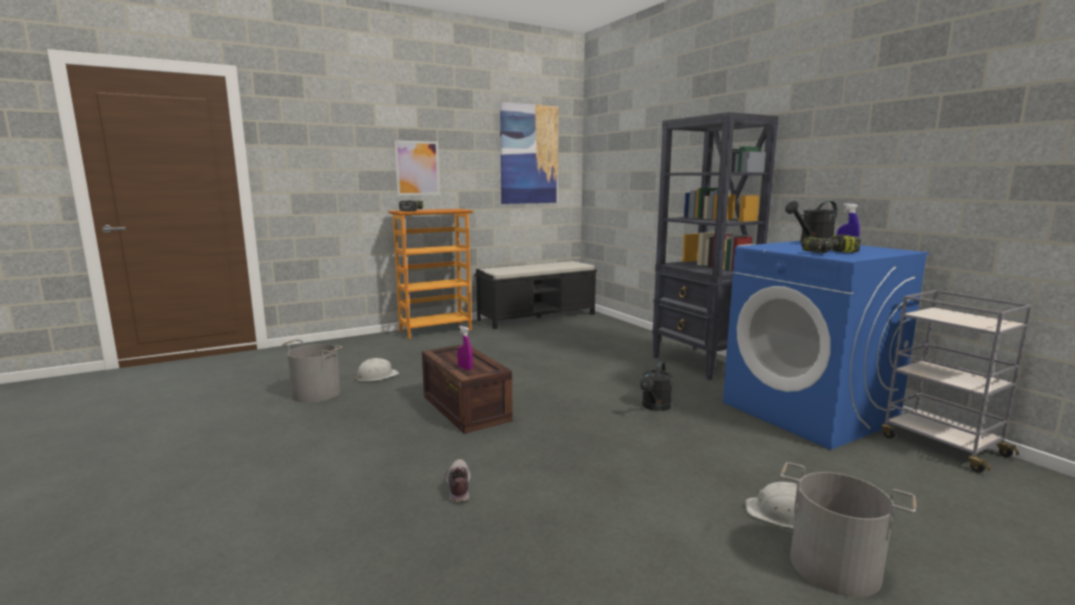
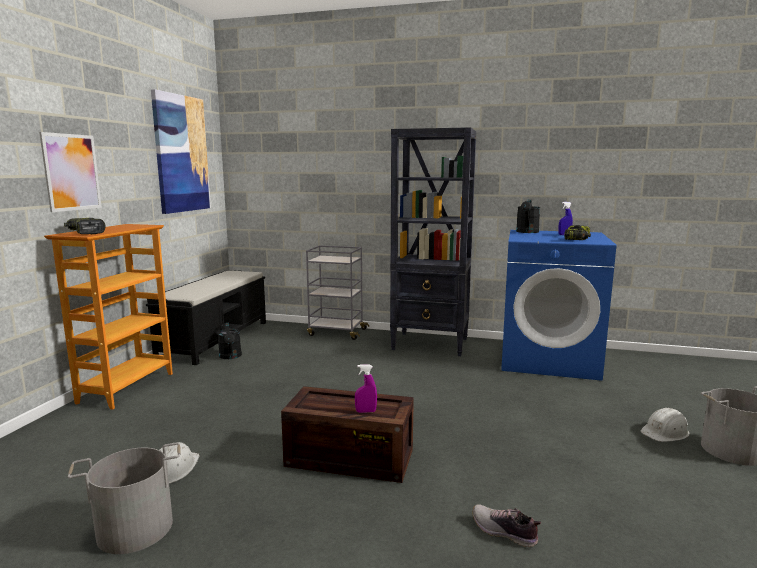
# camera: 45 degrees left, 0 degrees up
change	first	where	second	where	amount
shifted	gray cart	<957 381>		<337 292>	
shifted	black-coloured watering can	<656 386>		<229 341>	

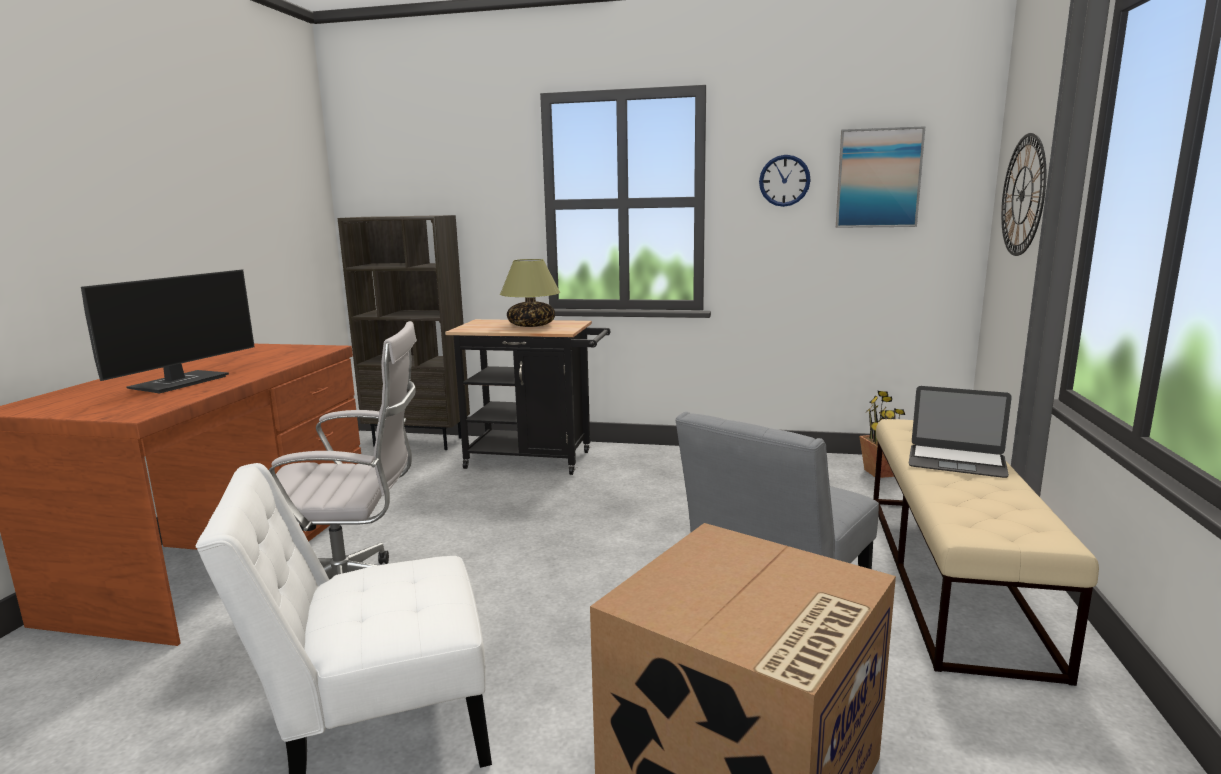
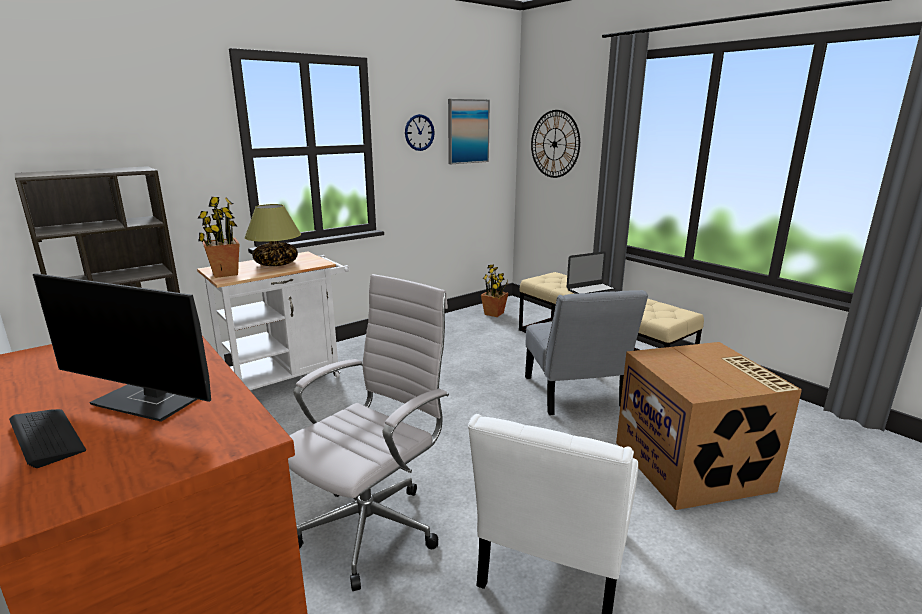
# camera: 50 degrees left, 5 degrees up
change	first	where	second	where	amount
rotated	computer screen	<168 331>		<122 347>	135 degrees clockwise
repainted	black-coloured cart	<527 397>	whitish cart	<273 321>	
new			houseplant	<218 237>	
new			PC keyboard	<47 438>	

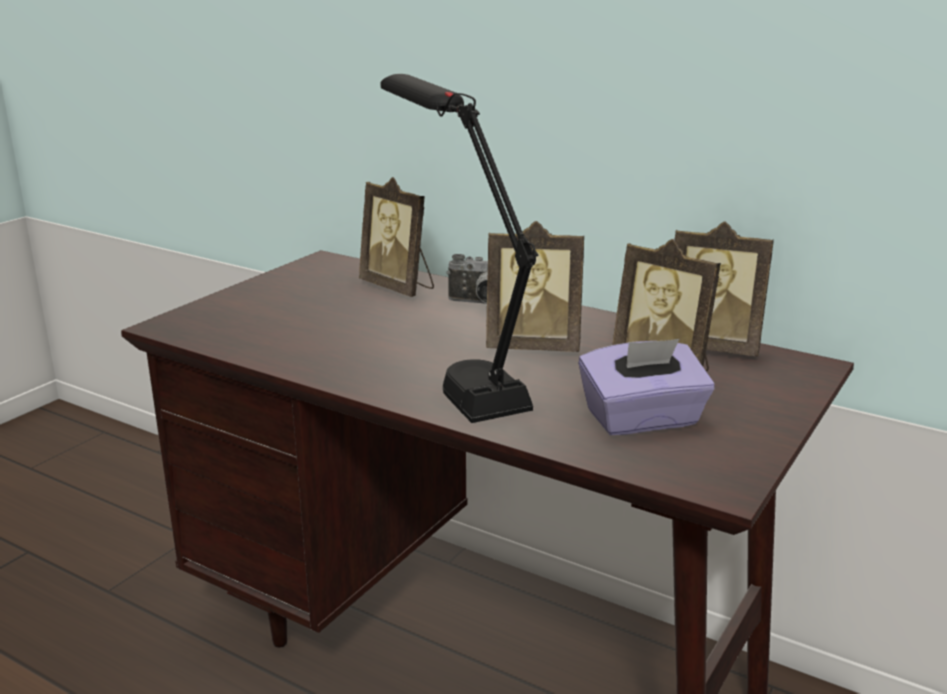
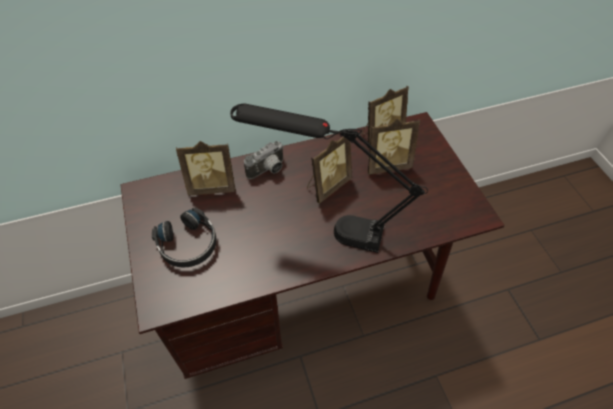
# camera: 50 degrees left, 30 degrees up
change	first	where	second	where	amount
gone	purplish tissue box	<647 387>			
new			black-coloured headset	<184 238>	

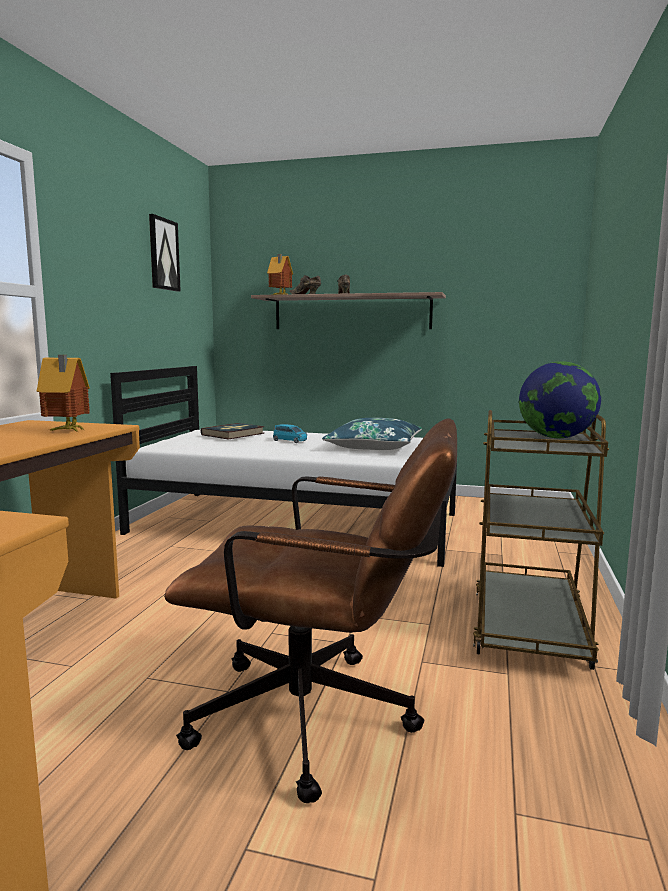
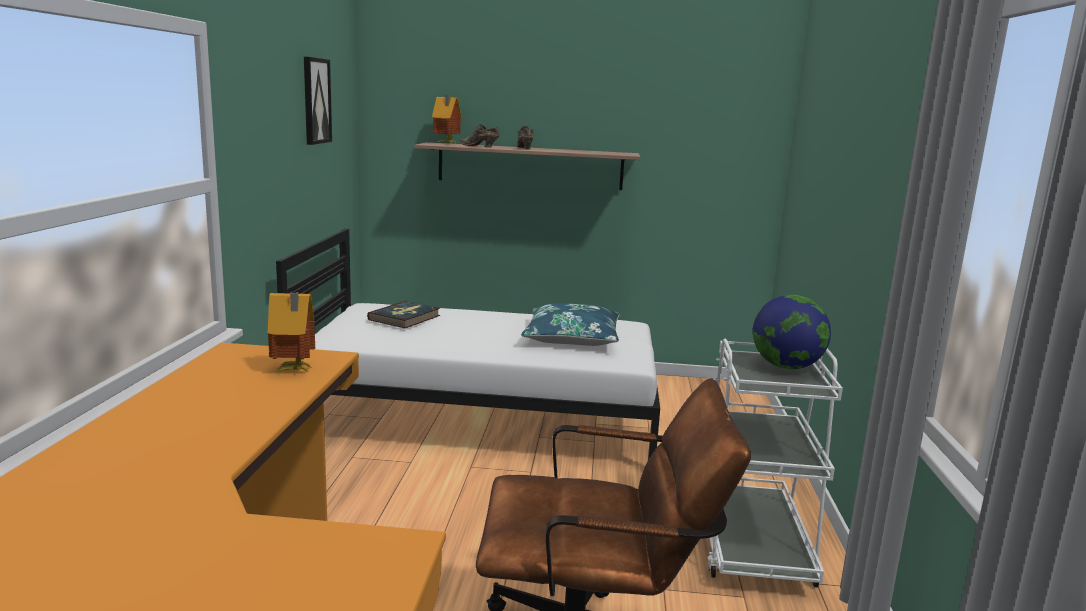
# camera: 10 degrees left, 5 degrees up
change	first	where	second	where	amount
repainted	brown cart	<541 540>	whitish cart	<775 463>	
gone	bluish miniature car	<290 433>			

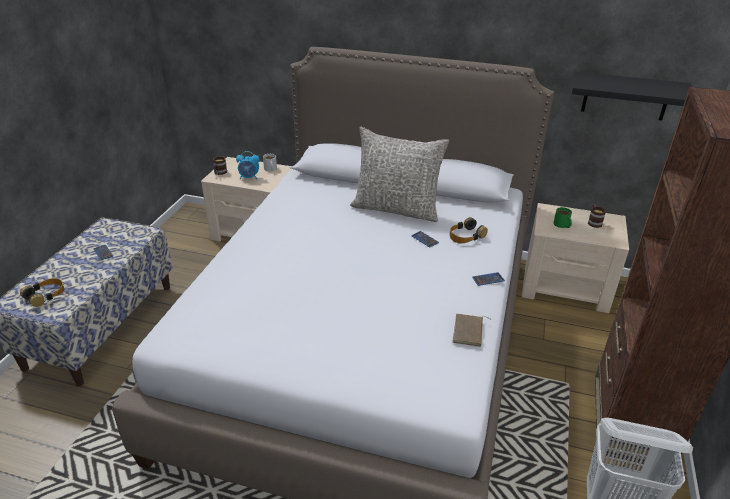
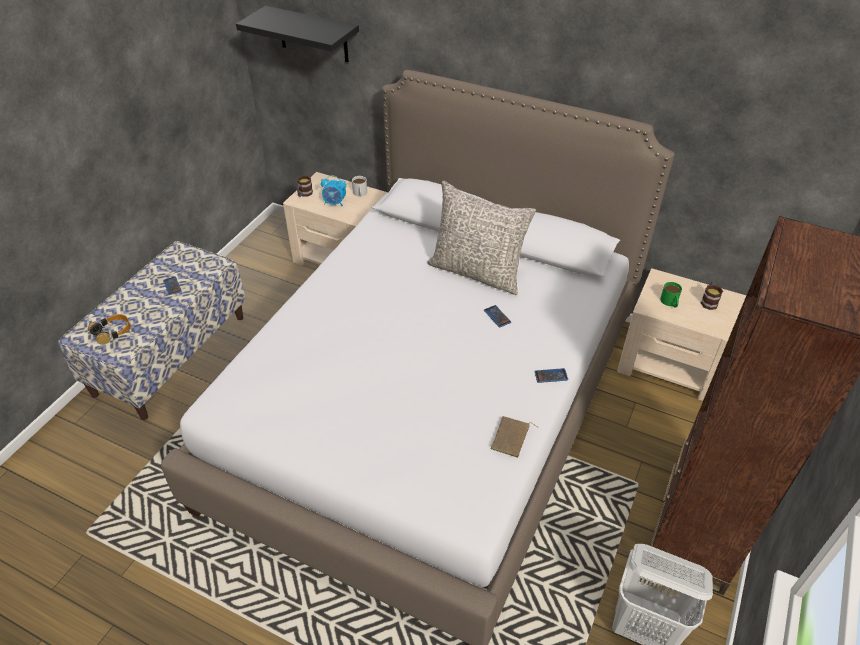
# camera: 10 degrees right, 10 degrees up
change	first	where	second	where	amount
shifted	black-coloured shelf	<632 96>		<297 34>	
gone	headset	<469 230>			

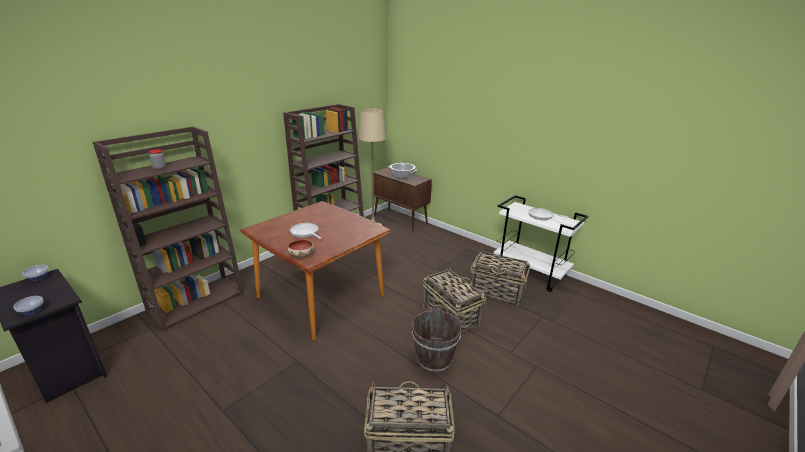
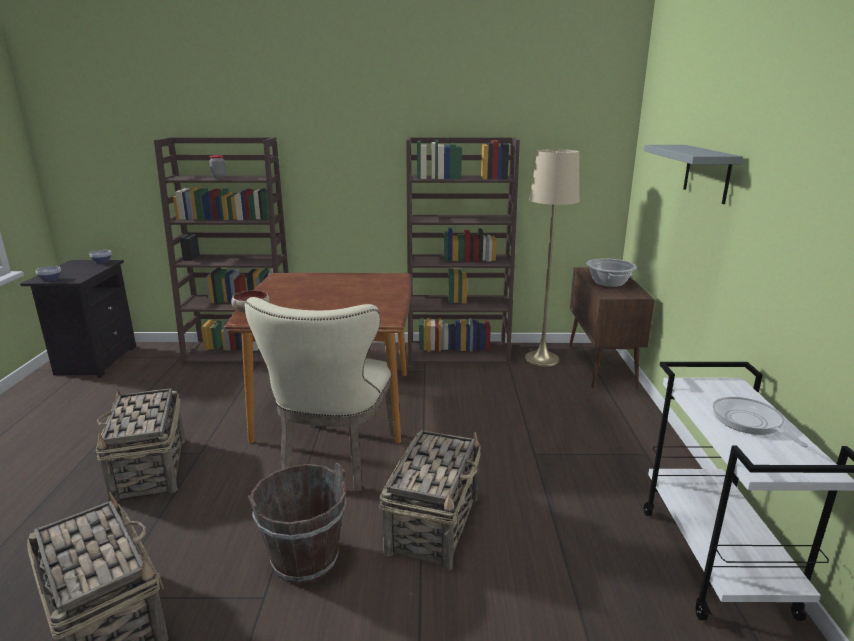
# camera: 50 degrees right, 5 degrees down
change	first	where	second	where	amount
gone	skillet	<305 231>			
shifted	household basket	<500 278>		<140 445>	
new			gray shelf	<693 174>	
new			beige upright chair	<320 394>	

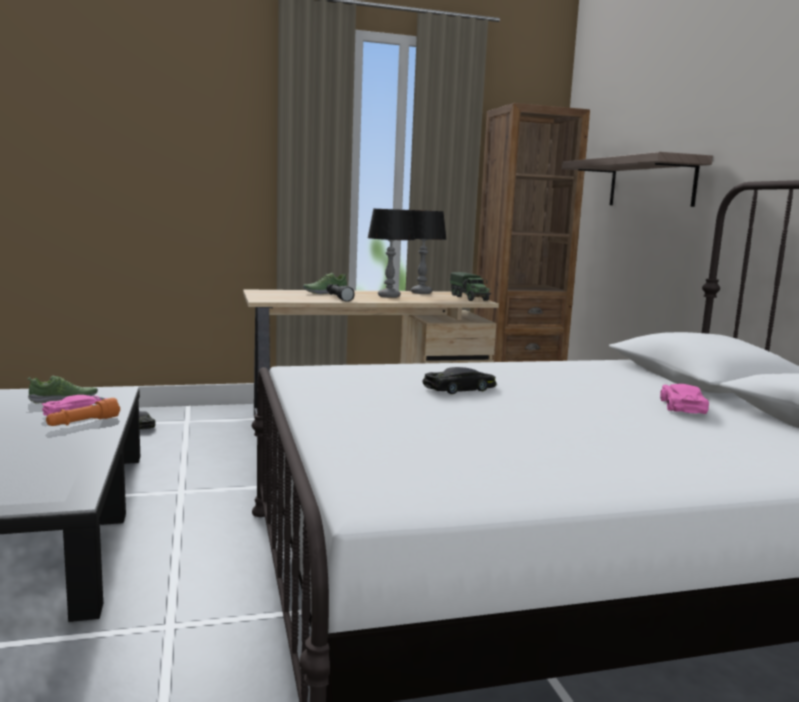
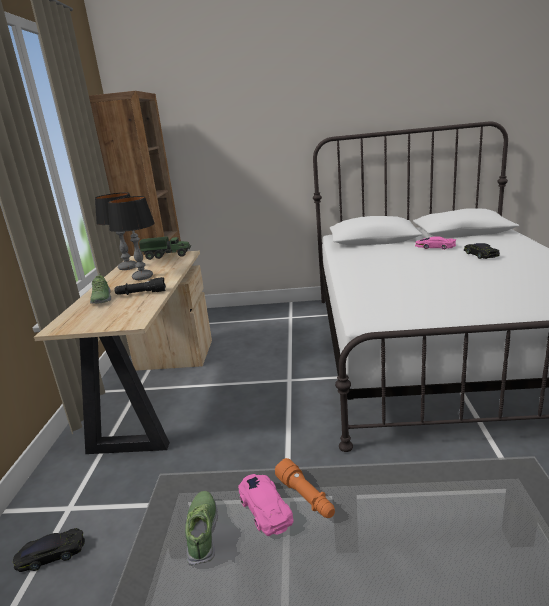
# camera: 70 degrees left, 10 degrees up
change	first	where	second	where	amount
gone	shelf	<637 179>			
shifted	black-coloured miniature car	<459 380>		<482 251>	

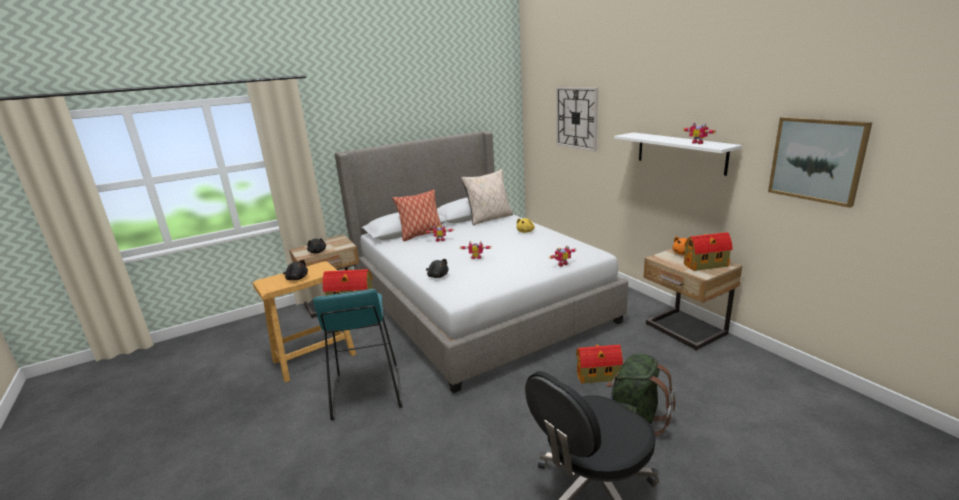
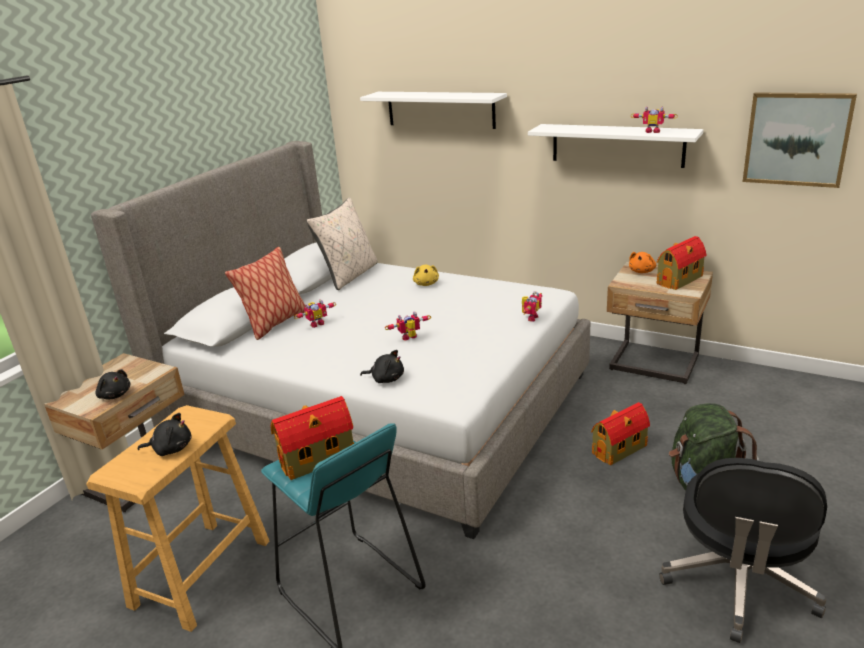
# camera: 30 degrees left, 5 degrees up
change	first	where	second	where	amount
swapped	hanging clock	<577 119>	whitish shelf	<433 110>	

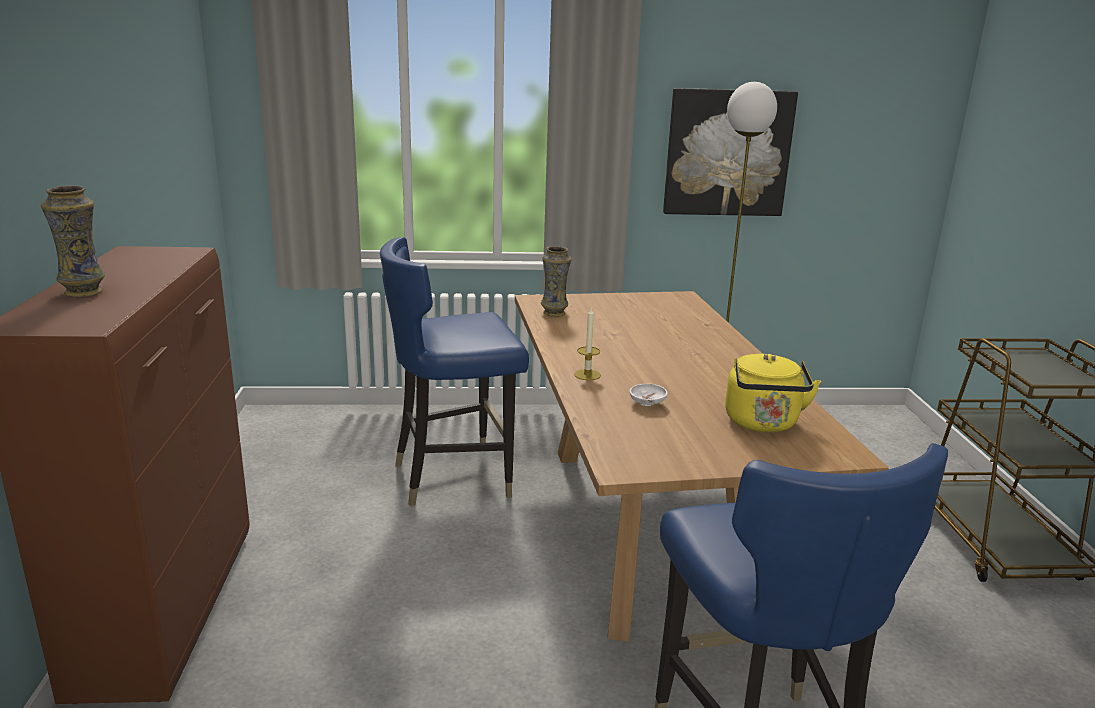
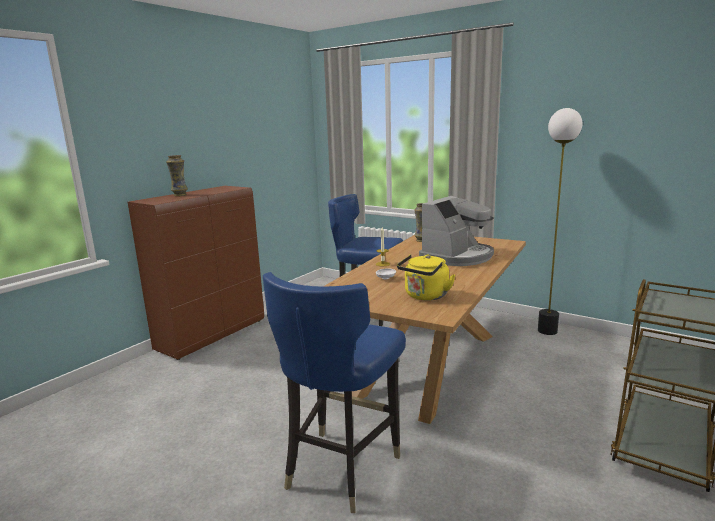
# camera: 40 degrees right, 5 degrees down
change	first	where	second	where	amount
gone	wall art	<730 152>			
new			coffee maker	<456 231>	

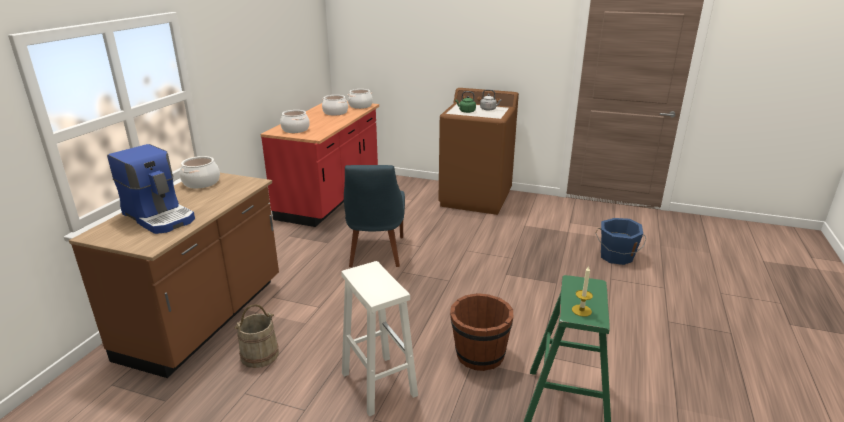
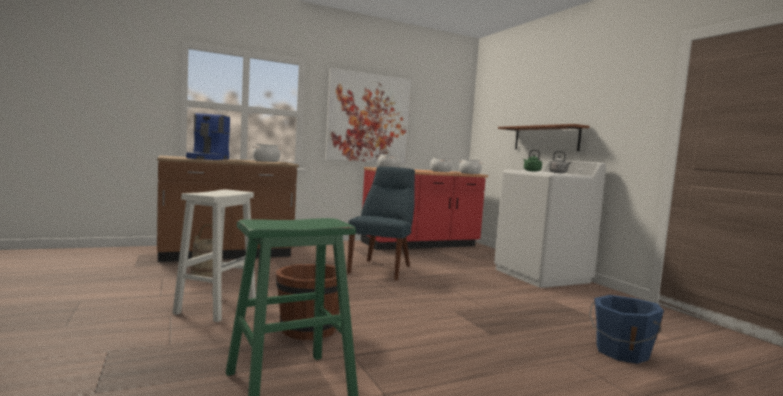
# camera: 45 degrees right, 20 degrees down
change	first	where	second	where	amount
repainted	brown laundry machine	<478 151>	whitish laundry machine	<550 224>	
rotated	bluish upright chair	<374 216>		<381 223>	150 degrees clockwise
gone	wax light	<582 291>			
new			wall art	<368 116>	
new			brown shelf	<544 137>	

